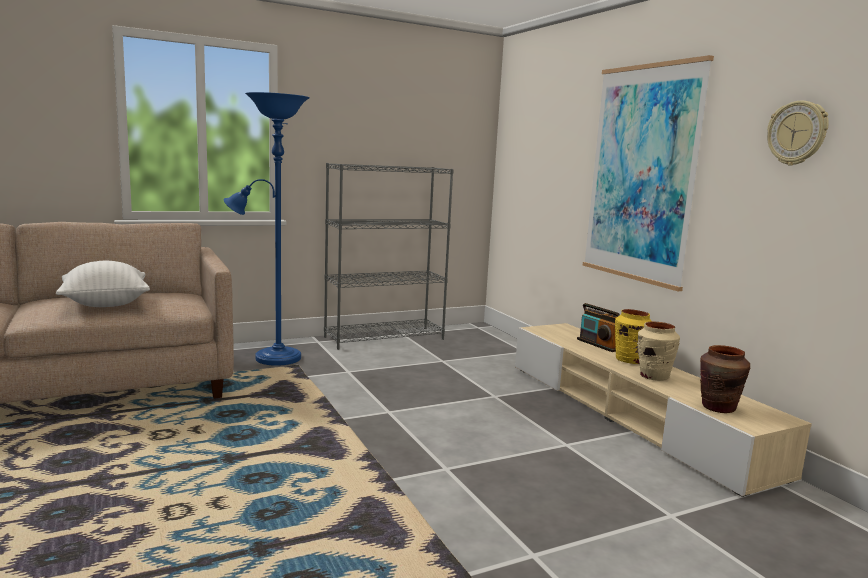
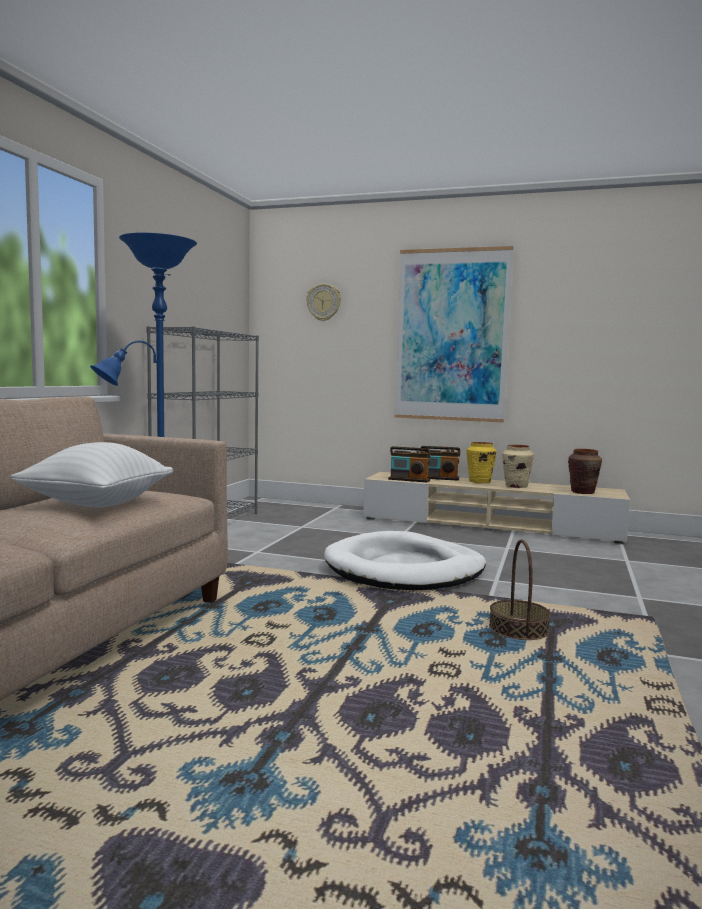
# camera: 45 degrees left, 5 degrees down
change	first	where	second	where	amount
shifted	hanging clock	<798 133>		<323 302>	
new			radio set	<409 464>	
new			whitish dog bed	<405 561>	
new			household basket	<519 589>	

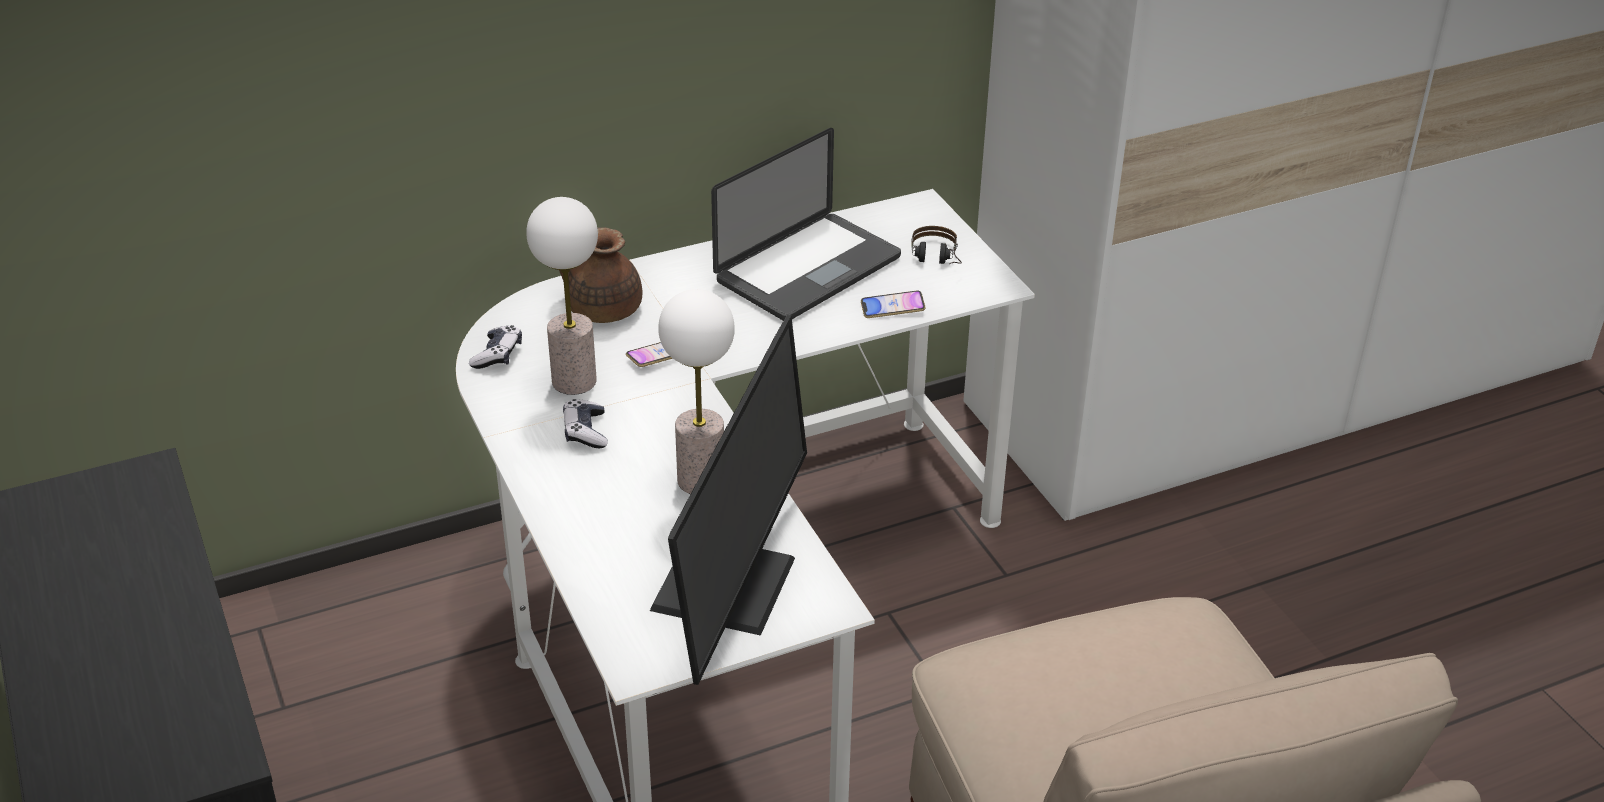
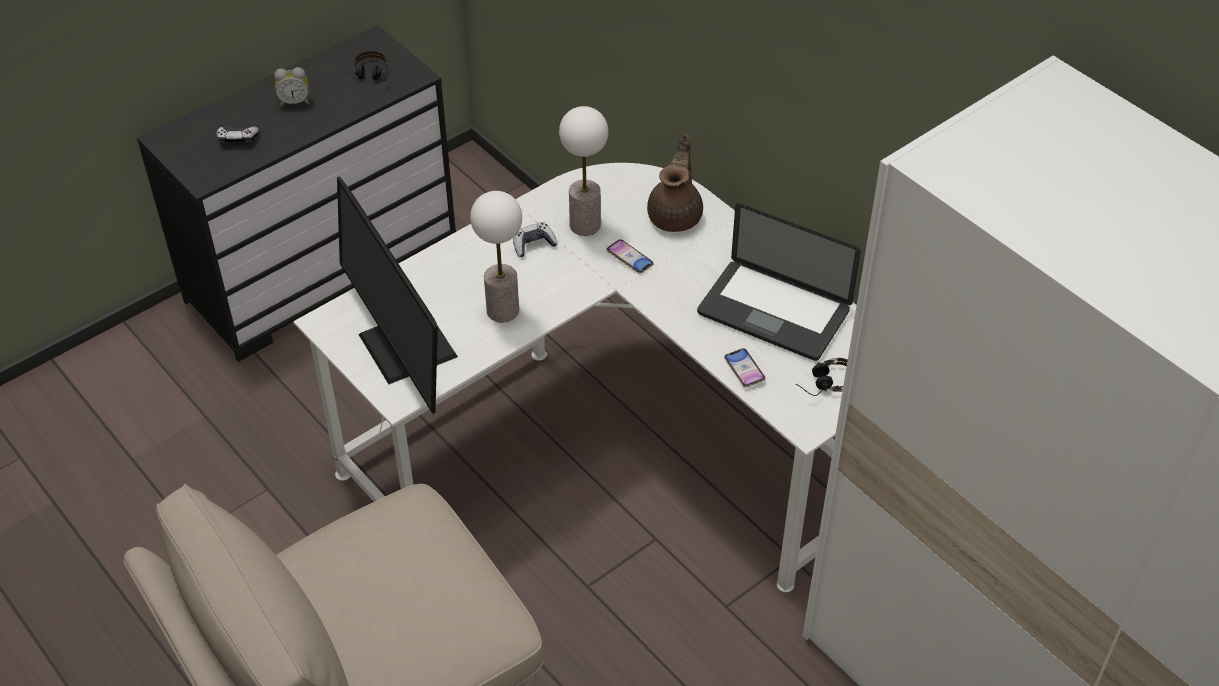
# camera: 75 degrees right, 10 degrees up
change	first	where	second	where	amount
rotated	computer screen	<728 500>		<397 295>	60 degrees clockwise
shifted	joypad	<495 347>		<237 135>	
new			headset	<370 66>	
new			bedside clock	<292 87>	

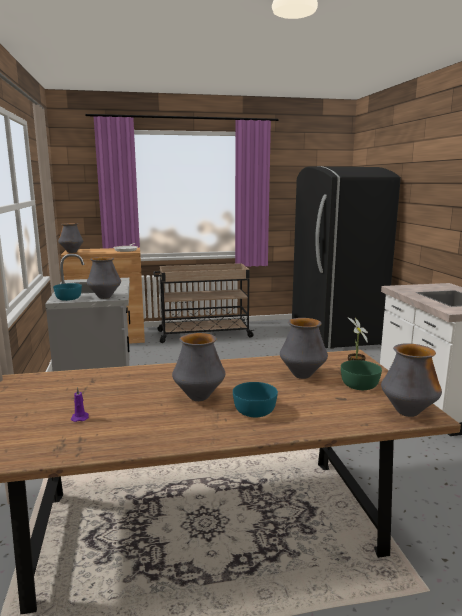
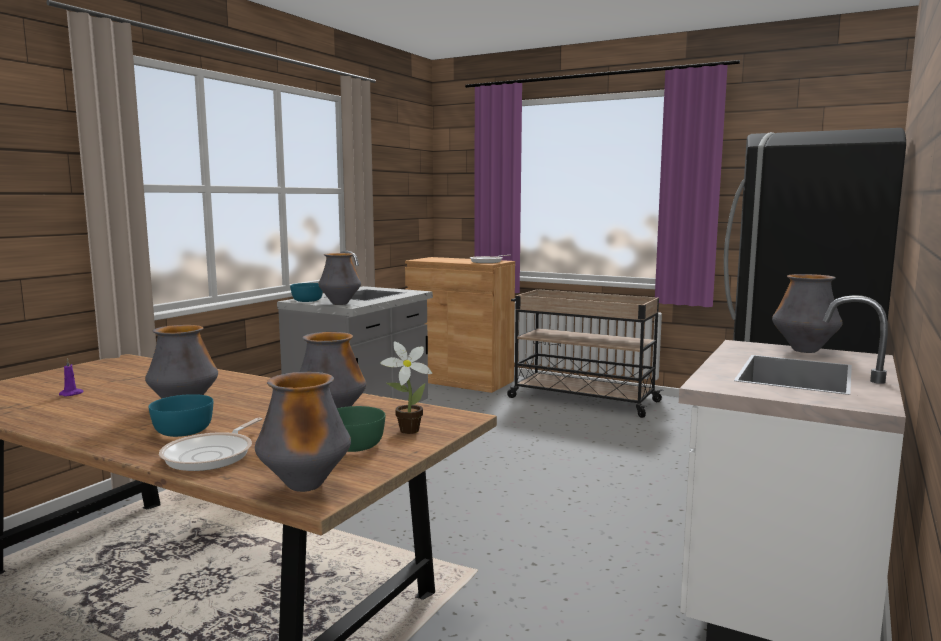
# camera: 40 degrees right, 5 degrees down
change	first	where	second	where	amount
shifted	vase	<71 238>		<807 313>	
new			skillet	<210 444>	

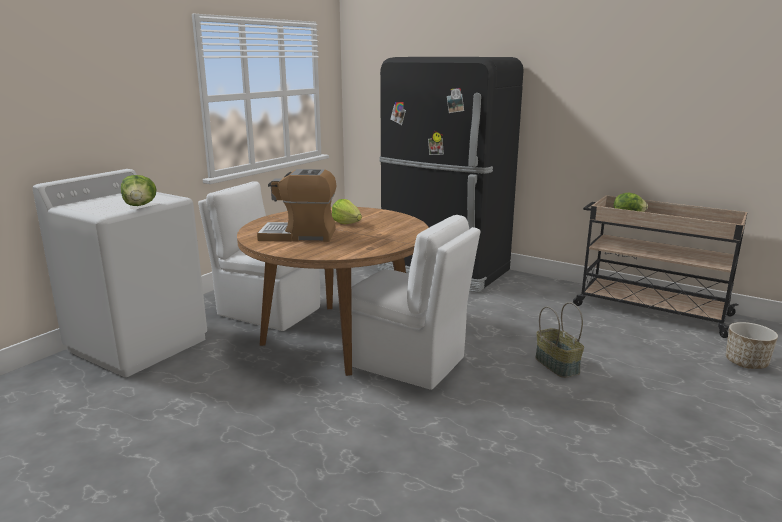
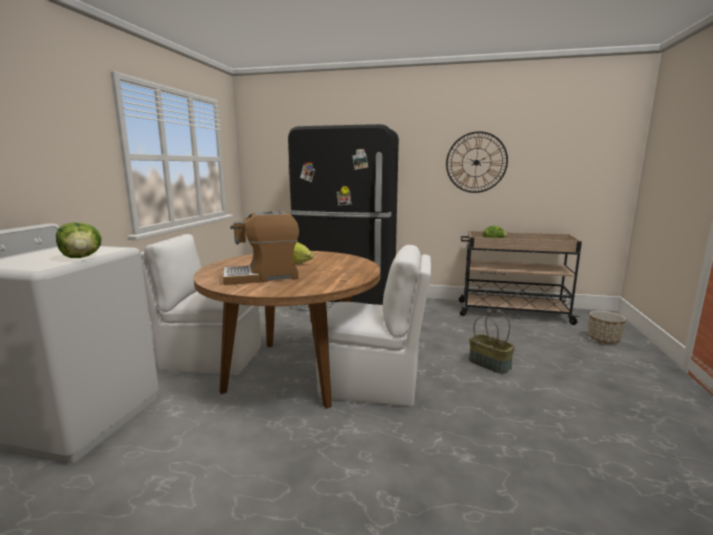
# camera: 20 degrees left, 5 degrees down
change	first	where	second	where	amount
new			hanging clock	<477 162>	

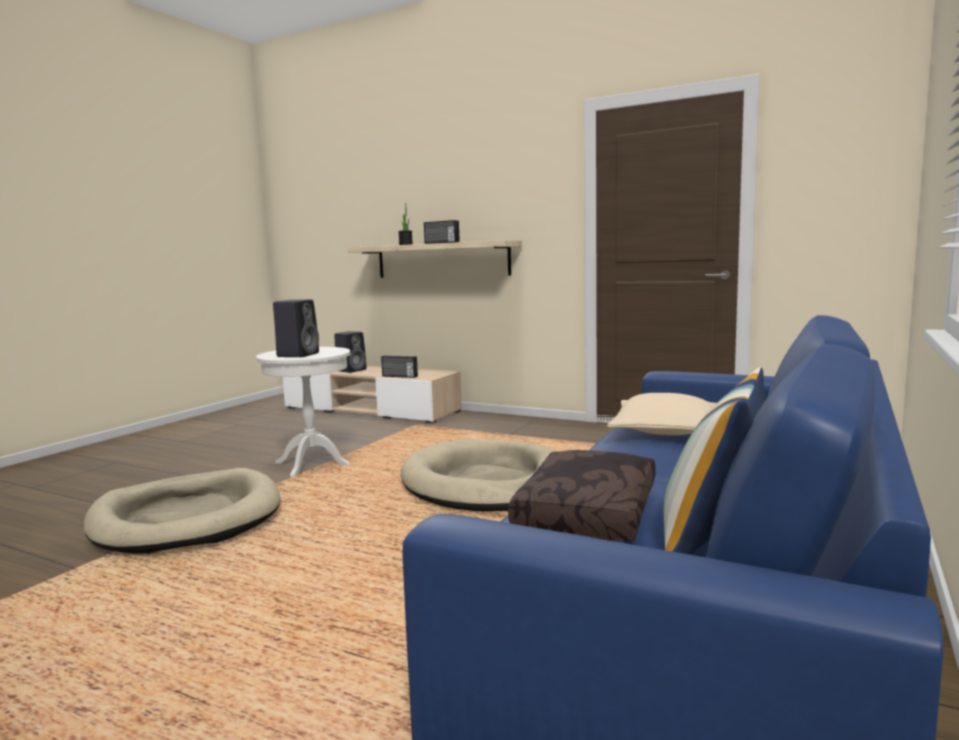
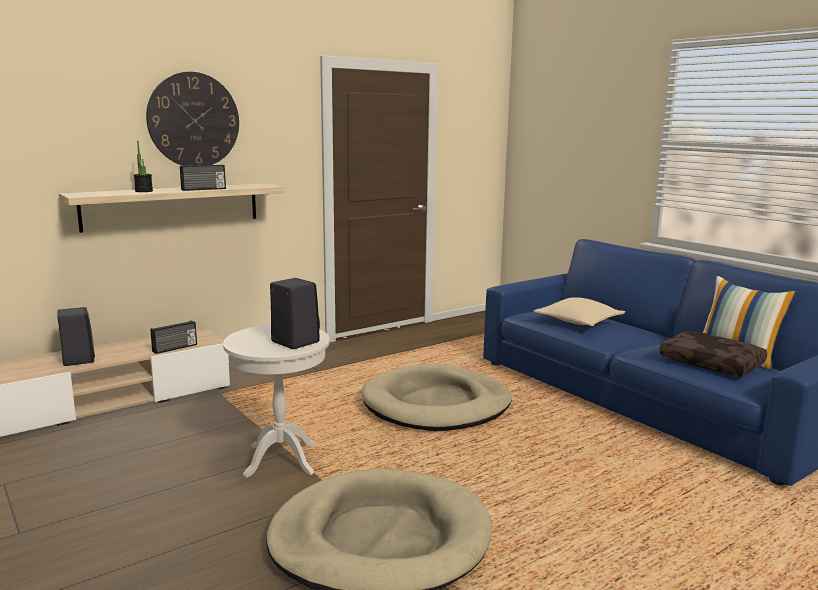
# camera: 65 degrees left, 5 degrees up
change	first	where	second	where	amount
new			hanging clock	<192 119>	

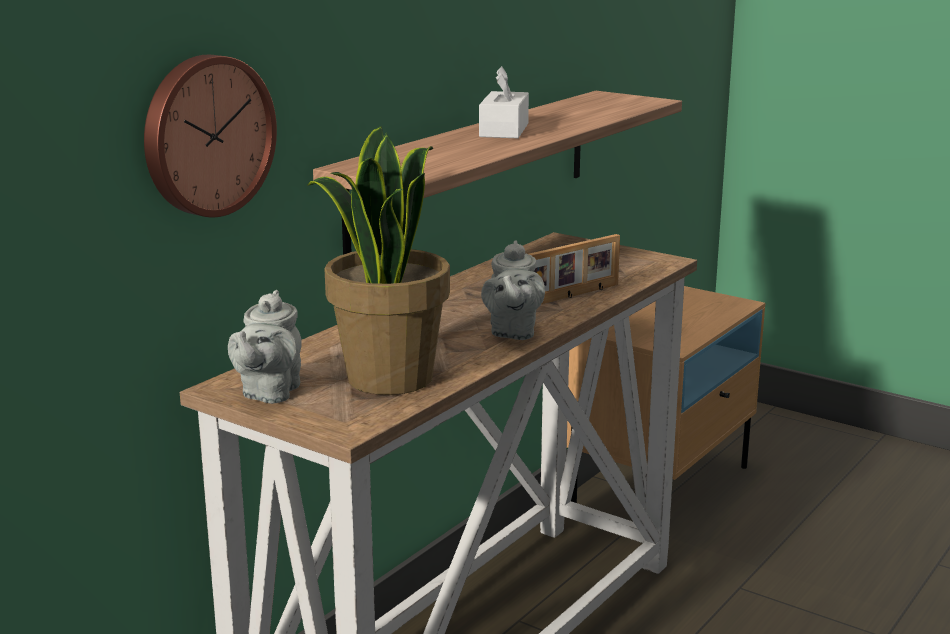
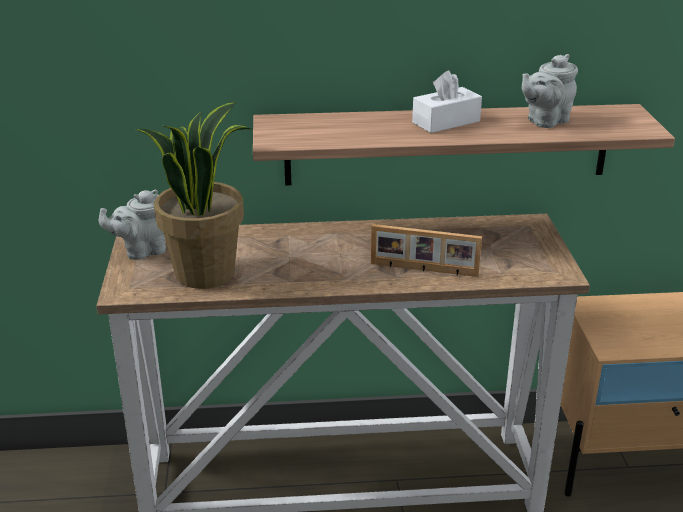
# camera: 50 degrees right, 10 degrees up
change	first	where	second	where	amount
gone	hanging clock	<210 136>			
shifted	gray teapot	<513 290>		<550 91>	

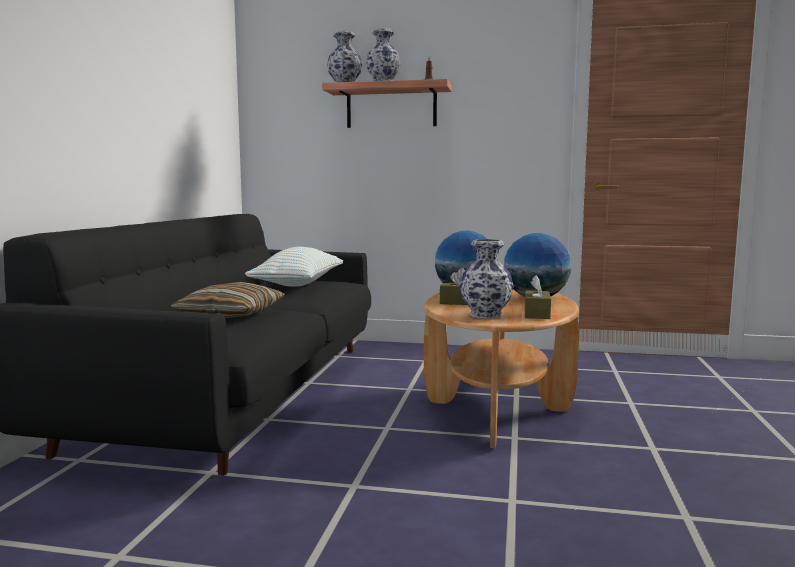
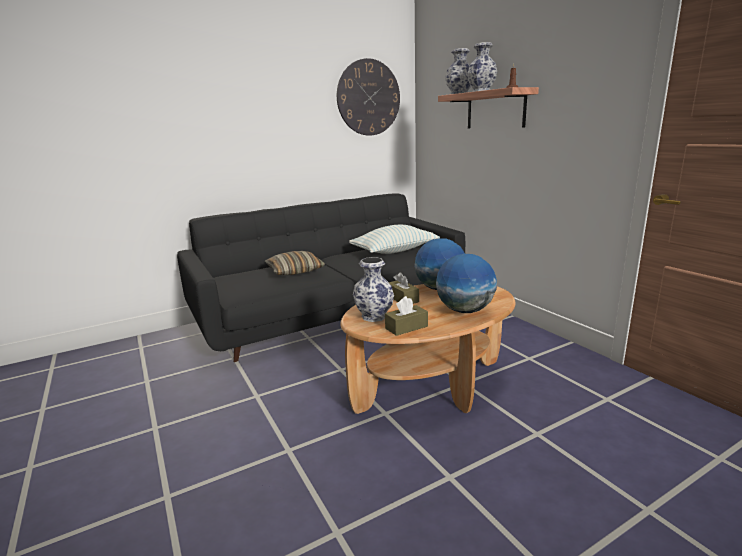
# camera: 50 degrees right, 10 degrees up
change	first	where	second	where	amount
new			hanging clock	<368 97>	

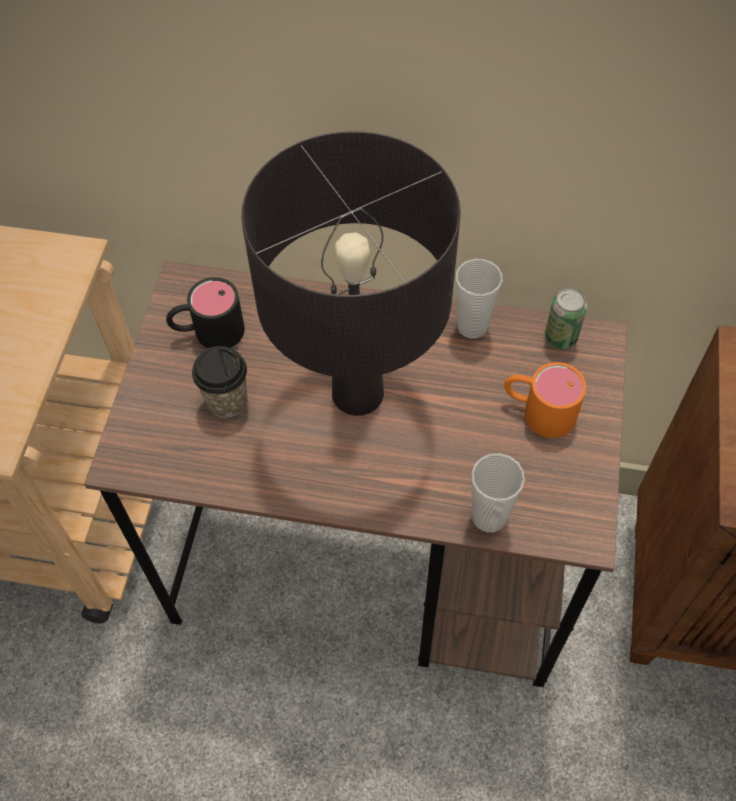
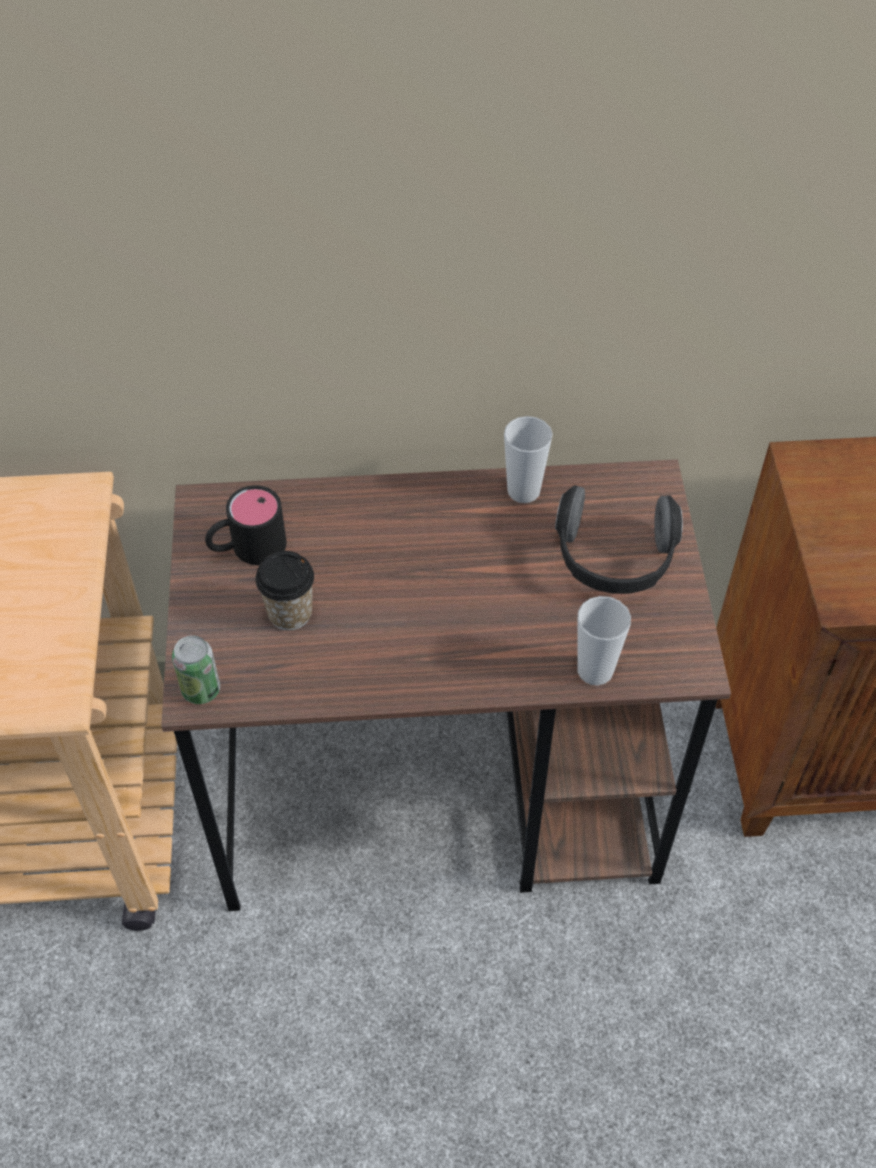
# camera: 15 degrees left, 5 degrees down
change	first	where	second	where	amount
gone	black-coloured lamp for a table	<351 273>			
shifted	can	<566 318>		<196 669>	
swapped	orange coffee mug	<545 400>	headset	<619 539>	

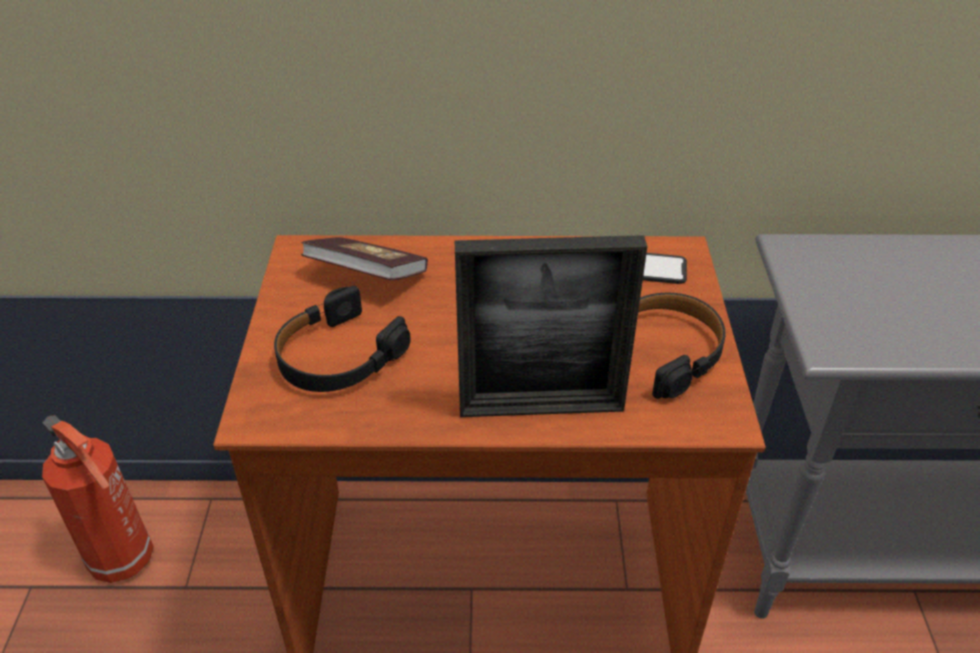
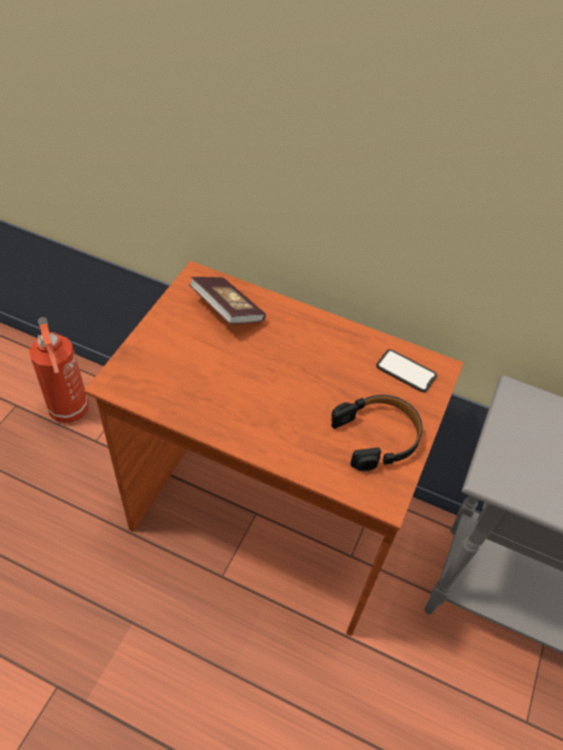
# camera: 20 degrees right, 10 degrees up
change	first	where	second	where	amount
gone	photo frame	<550 326>			
gone	black-coloured headset	<342 339>			

